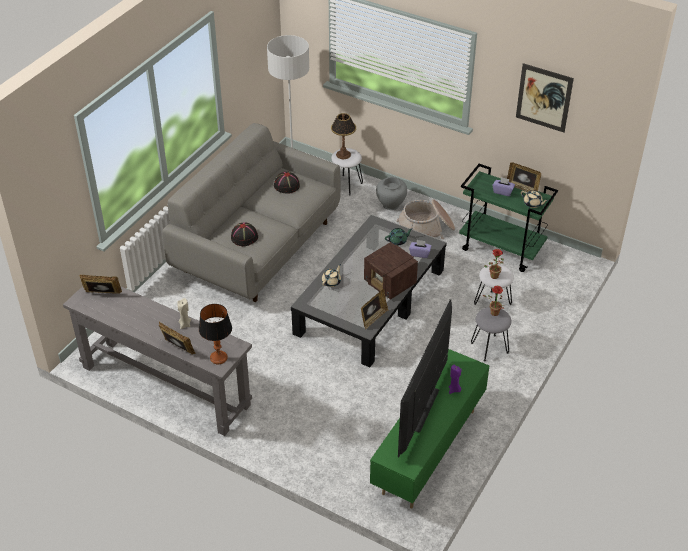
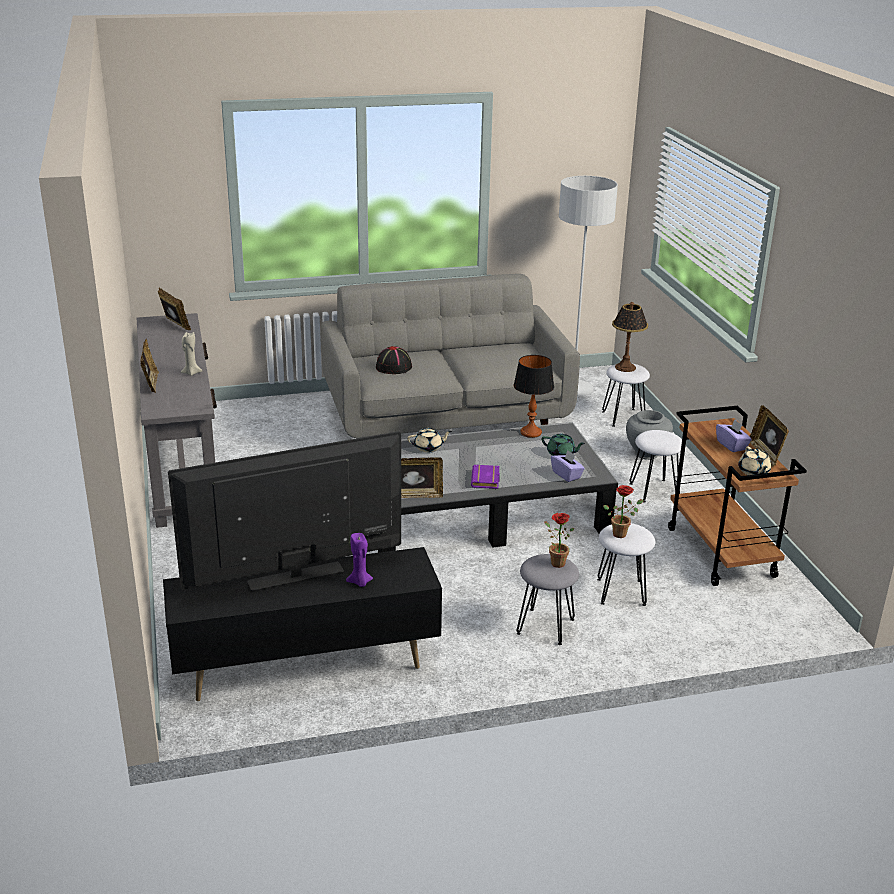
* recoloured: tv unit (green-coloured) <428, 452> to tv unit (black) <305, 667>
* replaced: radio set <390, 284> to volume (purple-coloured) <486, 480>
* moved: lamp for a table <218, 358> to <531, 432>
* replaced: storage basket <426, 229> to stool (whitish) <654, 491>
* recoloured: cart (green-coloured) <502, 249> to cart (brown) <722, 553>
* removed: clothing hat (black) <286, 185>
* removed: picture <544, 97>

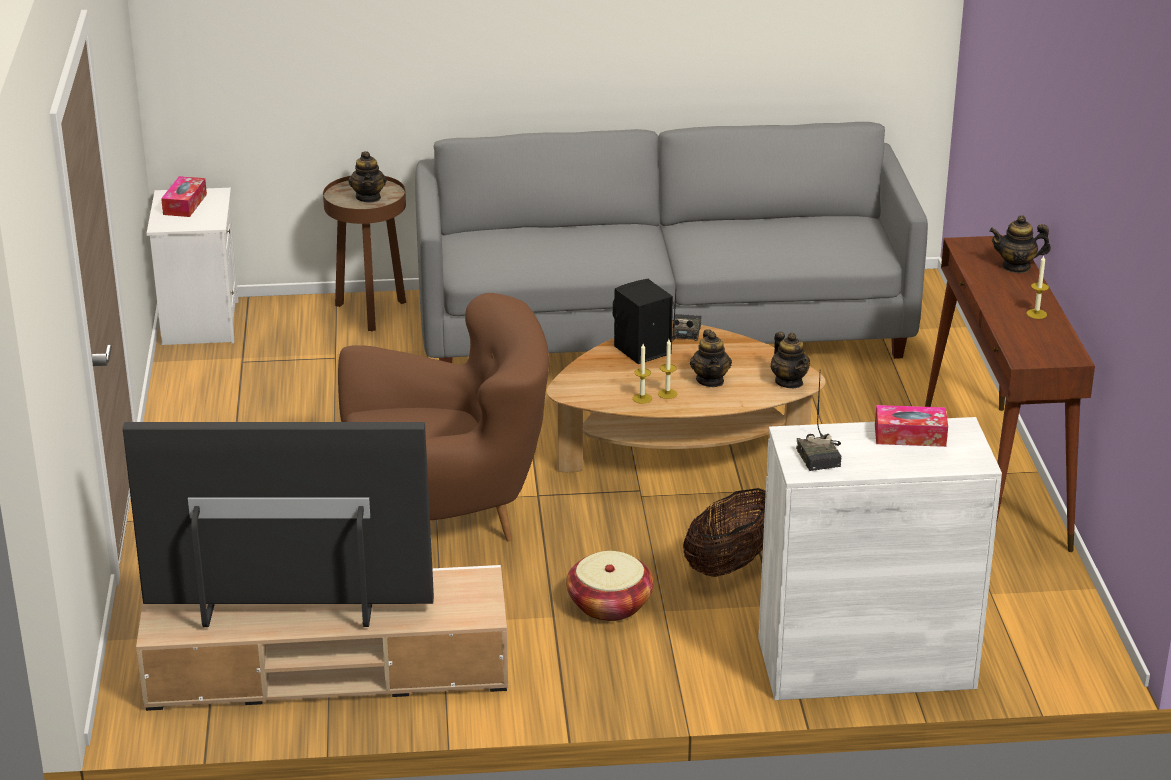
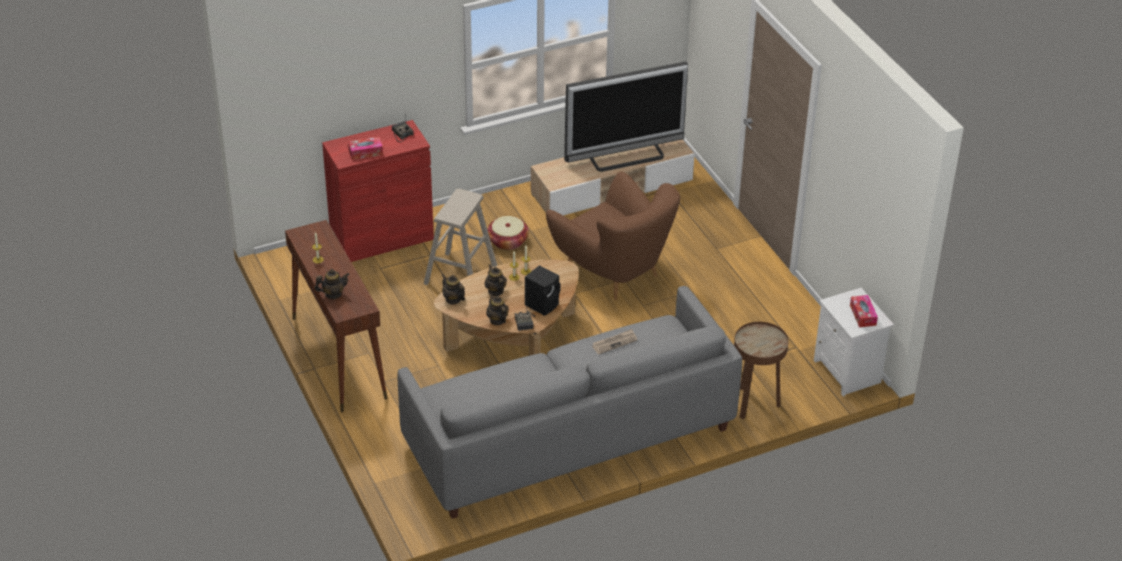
* recoloured: cupboard (whitish) <866, 663> to cupboard (reddish) <382, 238>
* replaced: storage basket <731, 563> to stool (beige-coloured) <460, 275>
* moved: pot for tea <368, 197> to <497, 320>
* turned: lounge chair (brown) <443, 514> = <614, 271> 105 degrees counterclockwise
* added: daily paper <614, 342>

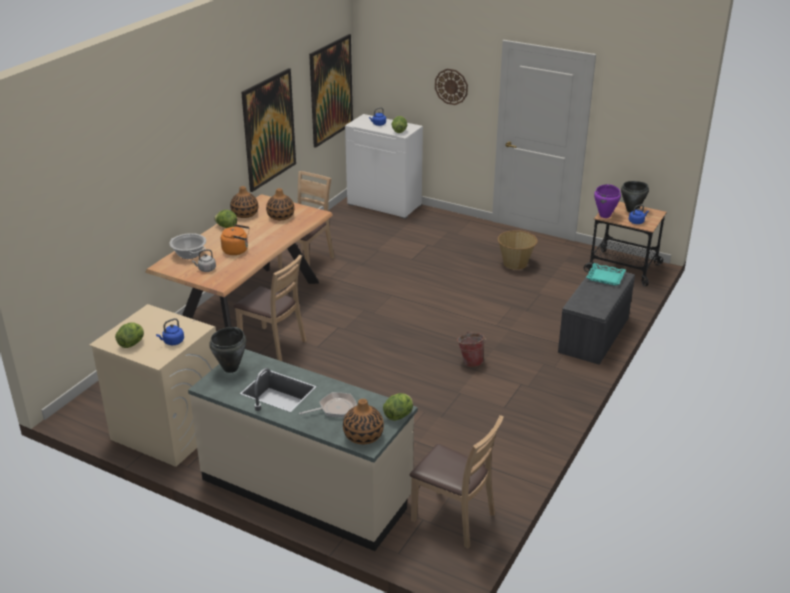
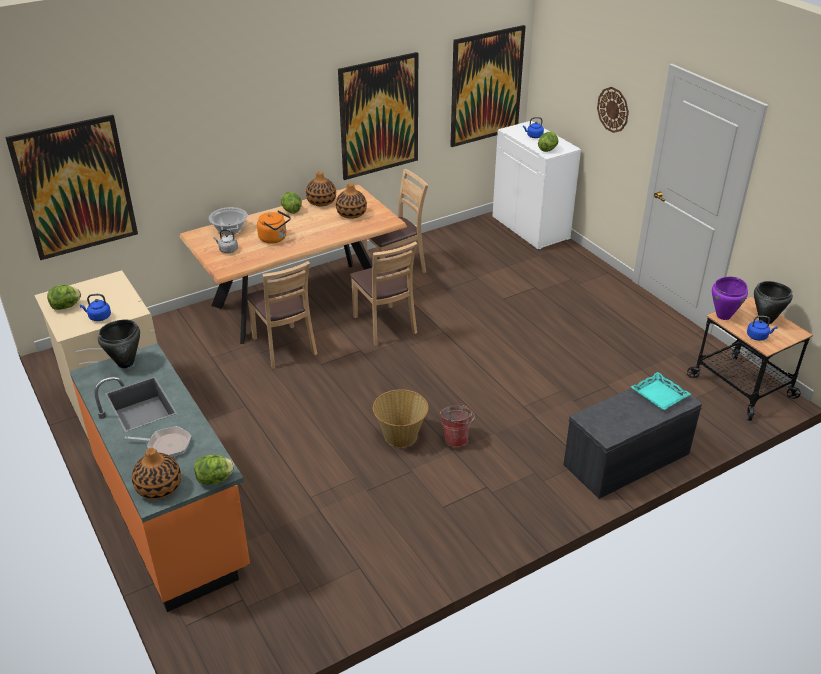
* added: picture <75, 188>
* recoloured: counter (beige-coloured) <307, 489> to counter (orange) <171, 514>
* moved: upright chair (brown) <453, 518> to <384, 325>
* moved: storage basket <515, 264> to <400, 436>

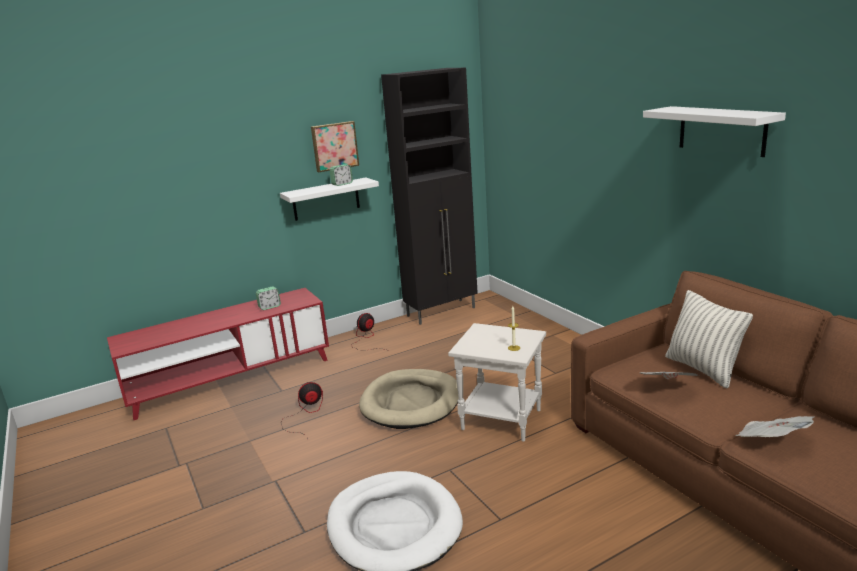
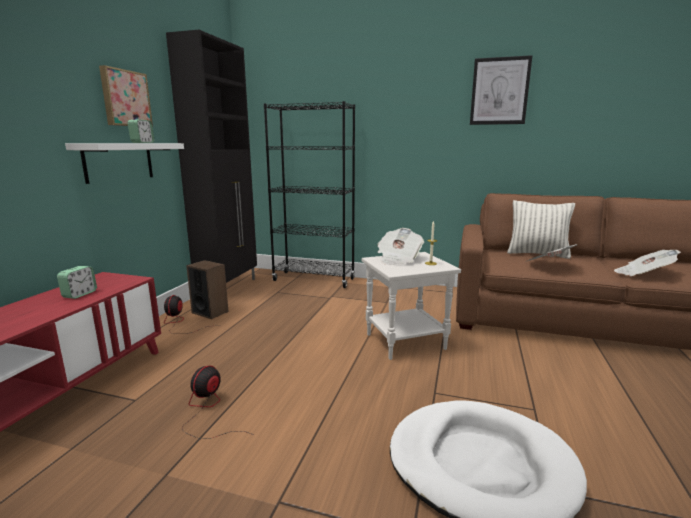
* added: audio speaker <210, 312>
* added: shelving unit (black) <314, 280>
* added: daily paper <398, 259>
* replaced: wall shelf (whitish) <721, 130> to picture <499, 91>
* removed: dog cushion (beige-coloured) <411, 402>

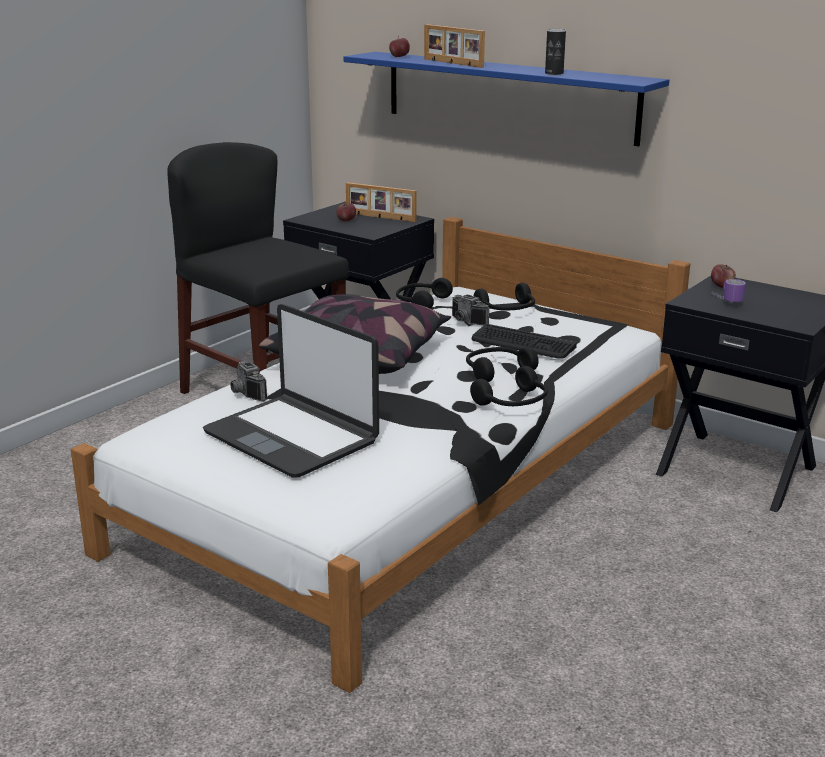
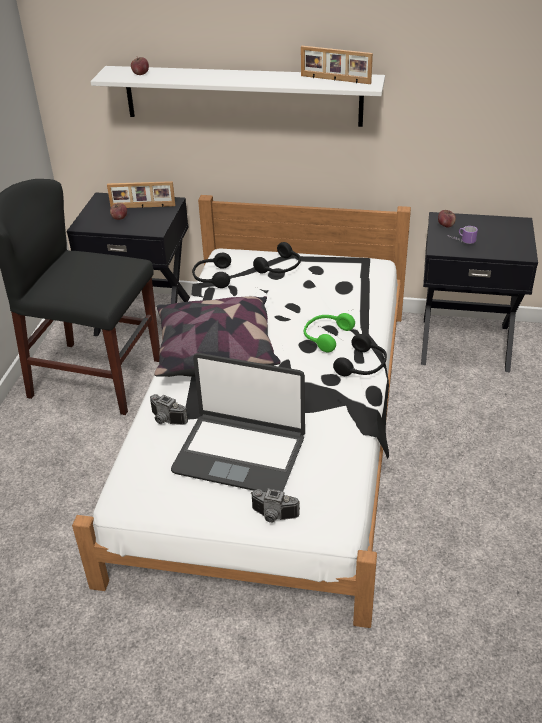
* recoloured: wall shelf (bluish) <508, 96> to wall shelf (whitish) <242, 96>
* moved: photo camera <465, 322> to <273, 517>
* moved: picture frame <452, 63> to <335, 80>
* recoloured: pair of headphones (black) <496, 371> to pair of headphones (green-coloured) <325, 336>
* removed: computer keyboard <522, 343>
* removed: sealed can <554, 73>

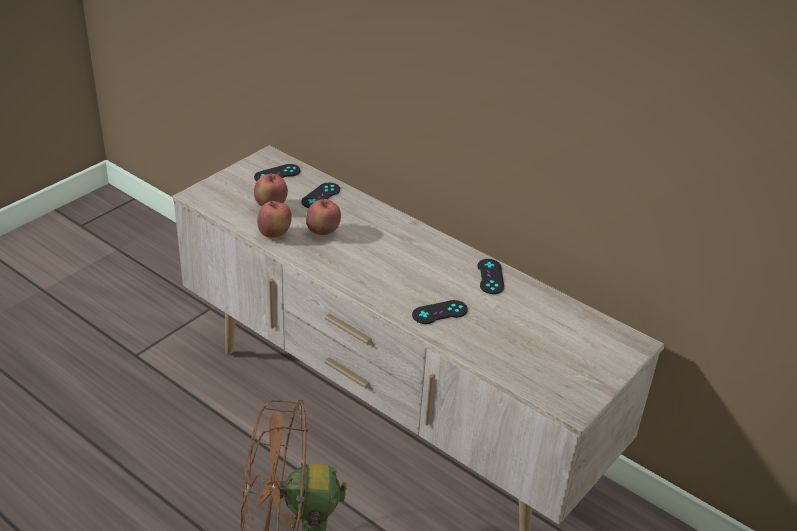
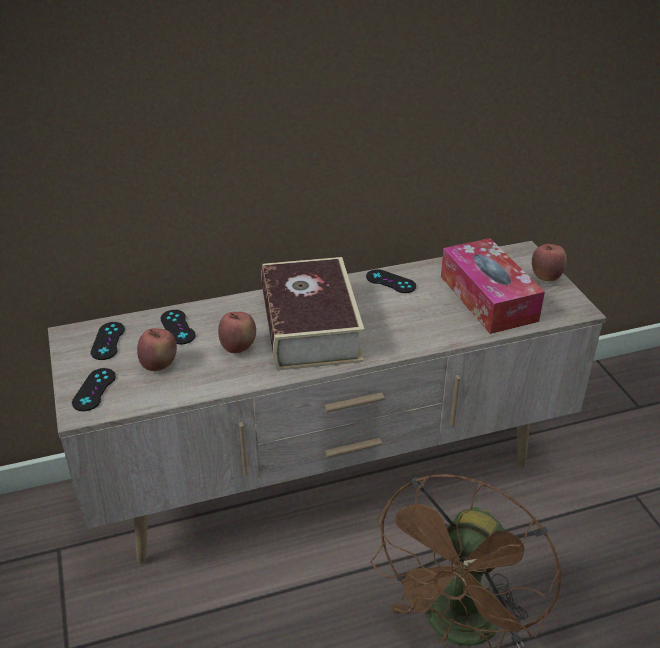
* moved: game controller (black) <439, 312> to <94, 390>
* added: volume <310, 326>
* added: box of tissues <488, 298>
* moved: apple <274, 234> to <546, 277>

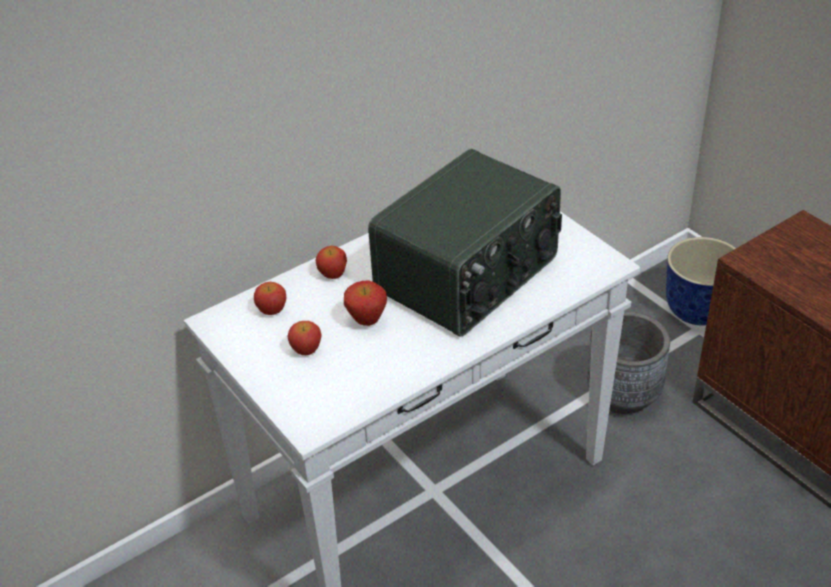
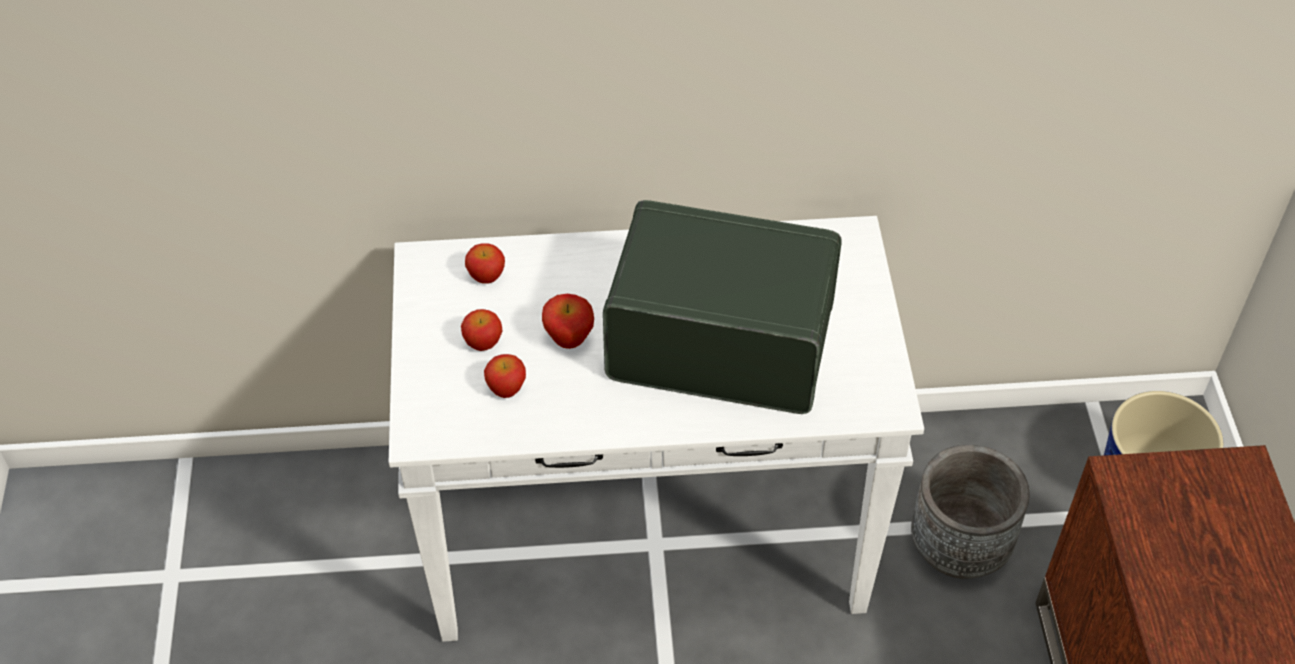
* moved: apple <332, 274> to <506, 388>
* turned: radio set <469, 276> = <721, 340> 150 degrees counterclockwise

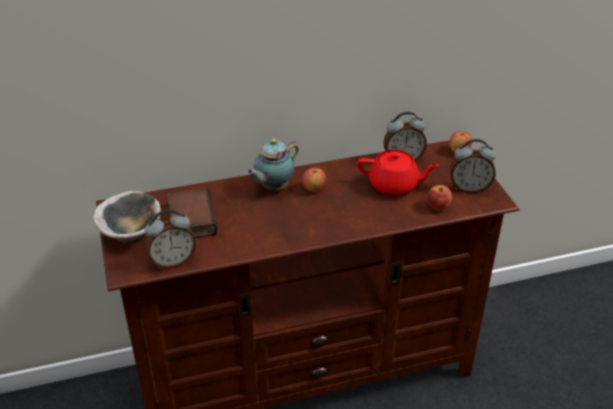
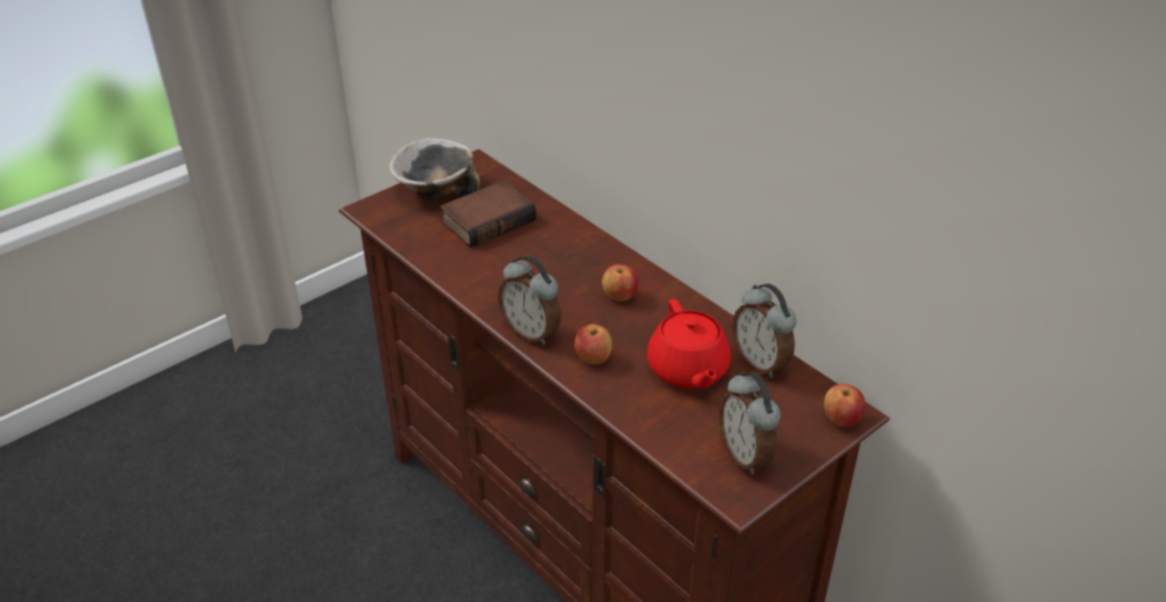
* moved: bedside clock <172, 261> to <532, 332>
* moved: apple <438, 207> to <592, 359>
* removed: pot for tea <273, 187>

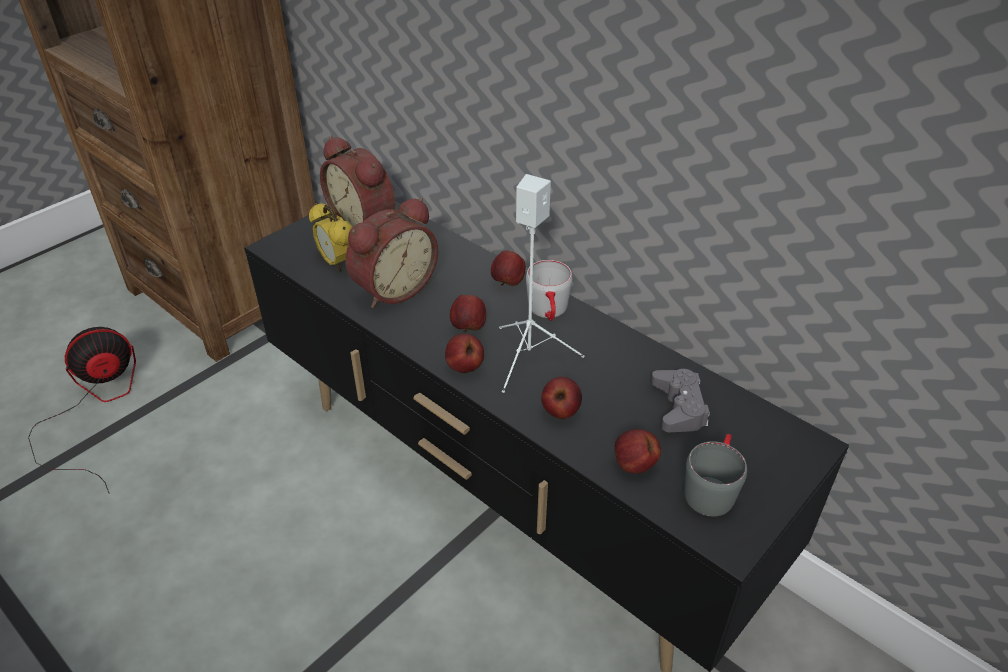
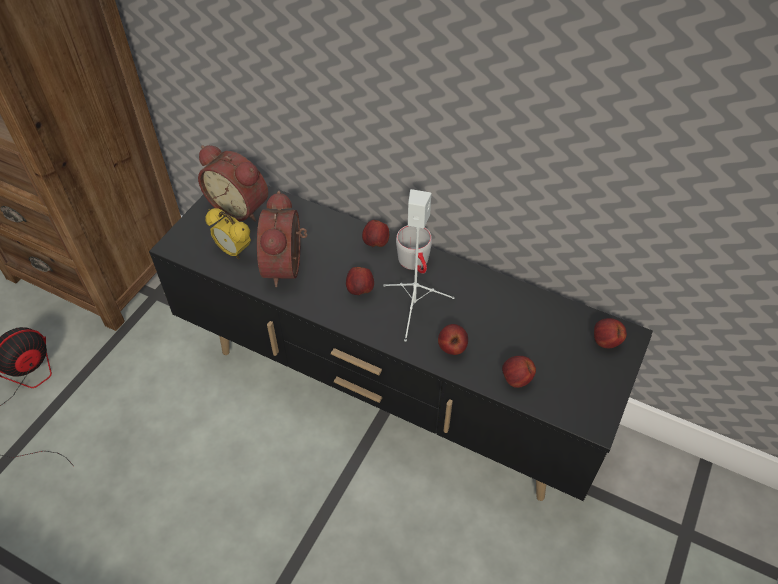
* turned: bedside clock <392, 288> = <288, 266> 150 degrees clockwise
* moved: apple <464, 367> to <605, 342>
* removed: game controller (gray) <679, 407>
* removed: coffee mug (gray) <711, 487>

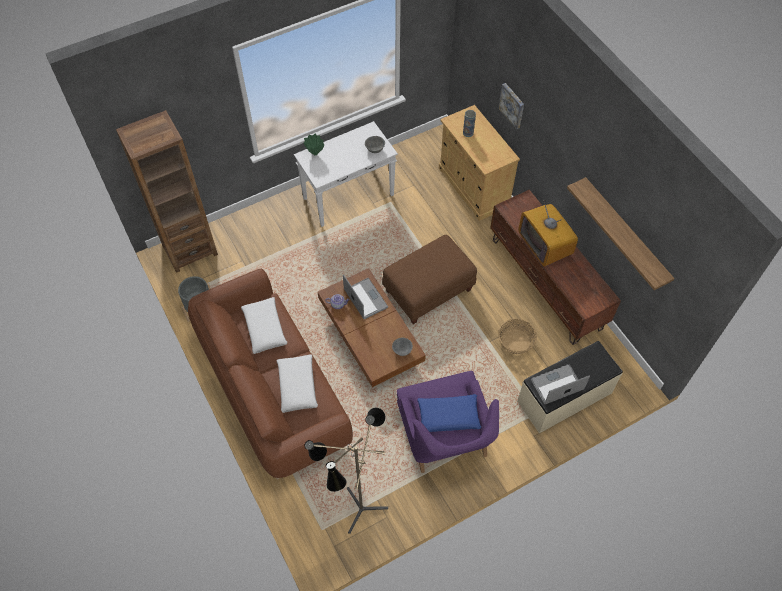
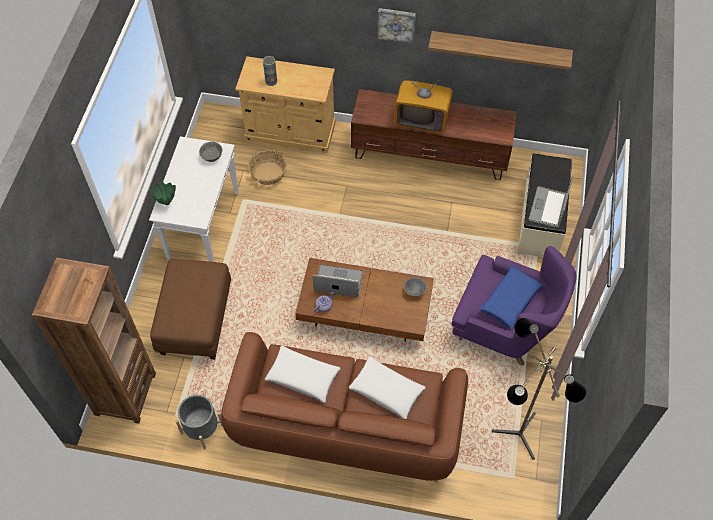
* moved: footrest (brown) <428, 291> to <196, 321>
* moved: storage basket <516, 341> to <268, 173>
* moved: picture <512, 105> to <396, 24>

